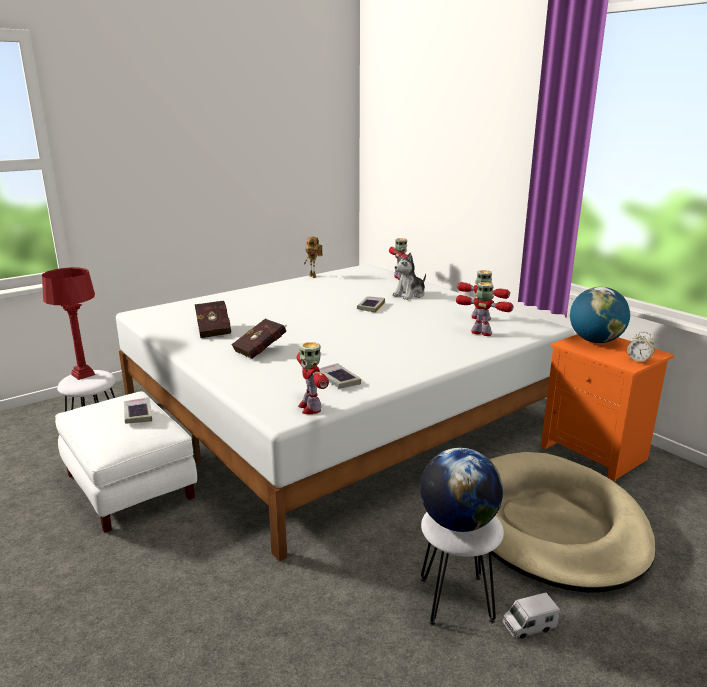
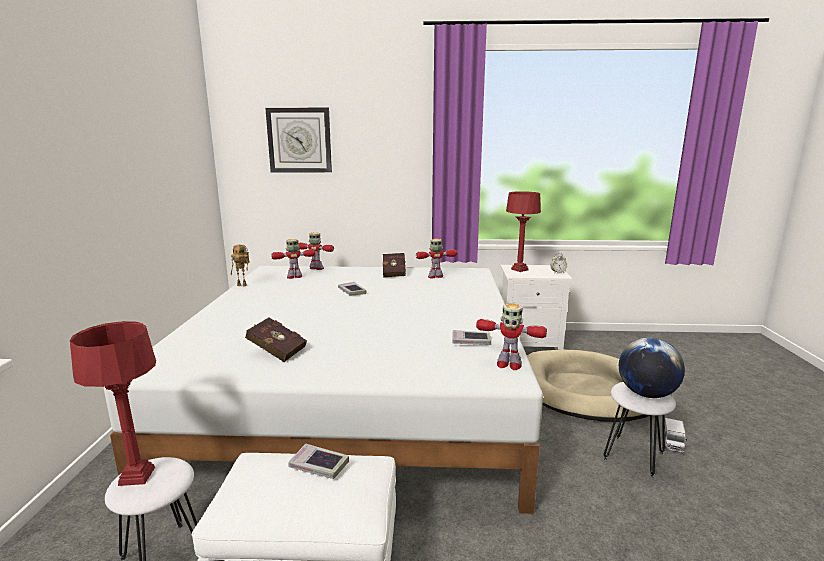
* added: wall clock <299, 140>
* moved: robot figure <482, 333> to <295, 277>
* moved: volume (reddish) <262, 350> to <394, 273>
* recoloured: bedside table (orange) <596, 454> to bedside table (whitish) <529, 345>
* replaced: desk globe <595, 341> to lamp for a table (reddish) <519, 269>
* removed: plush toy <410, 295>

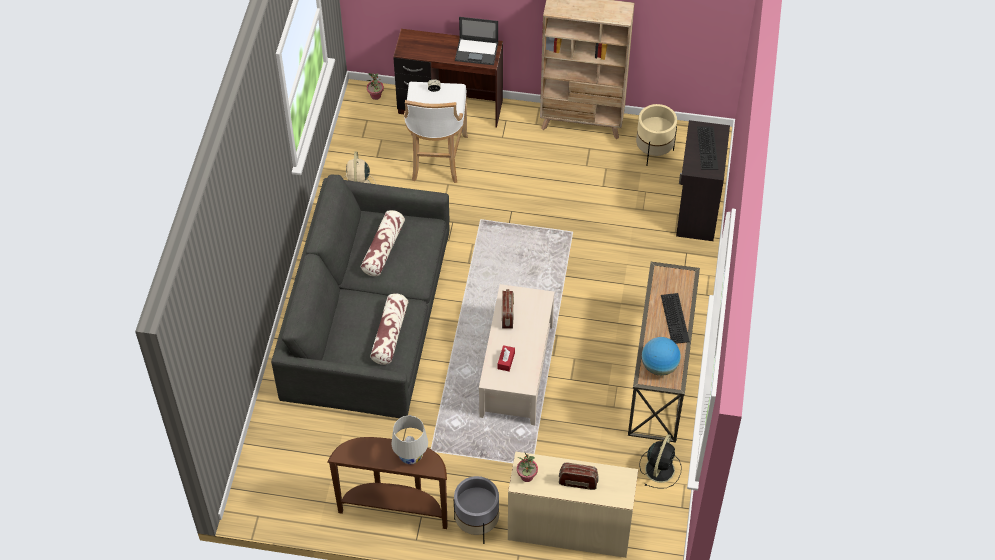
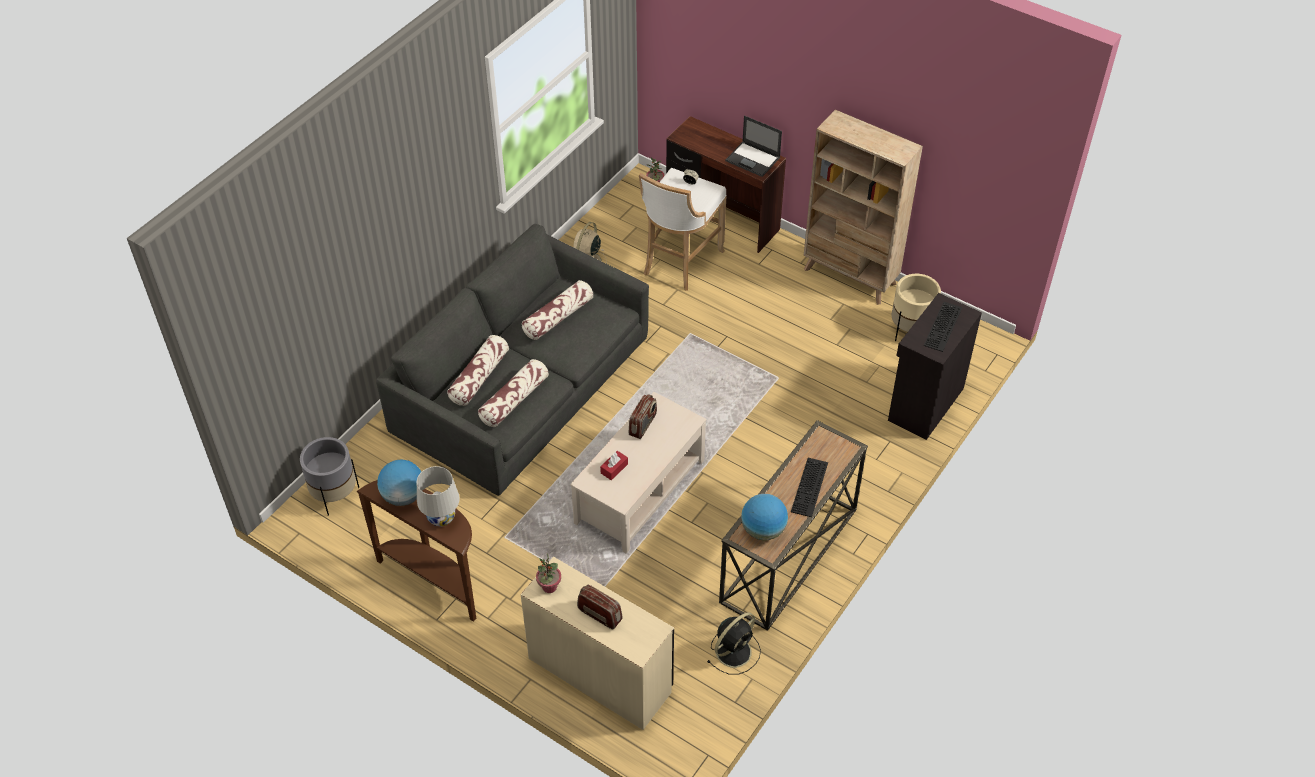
* moved: flower pot (gray) <476, 524> to <334, 495>
* added: desk globe <403, 496>
* added: cushion <479, 377>

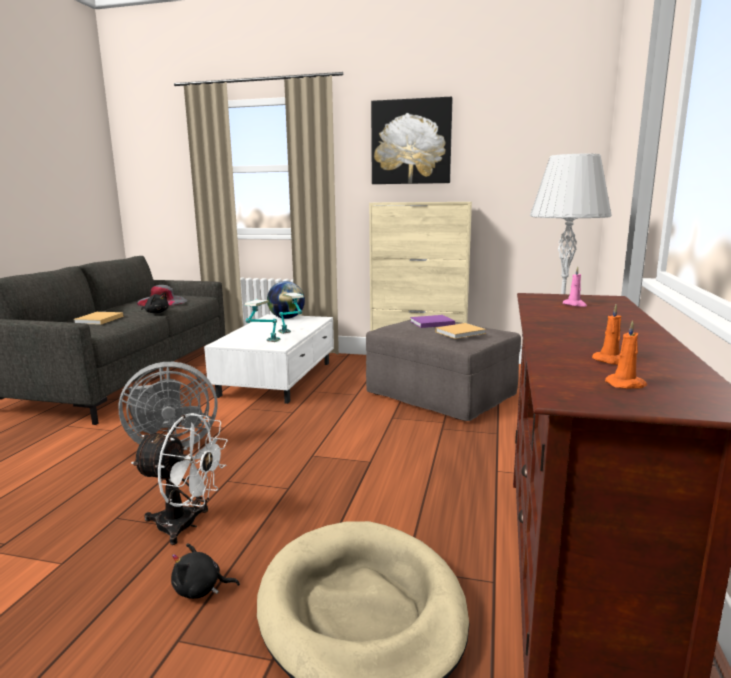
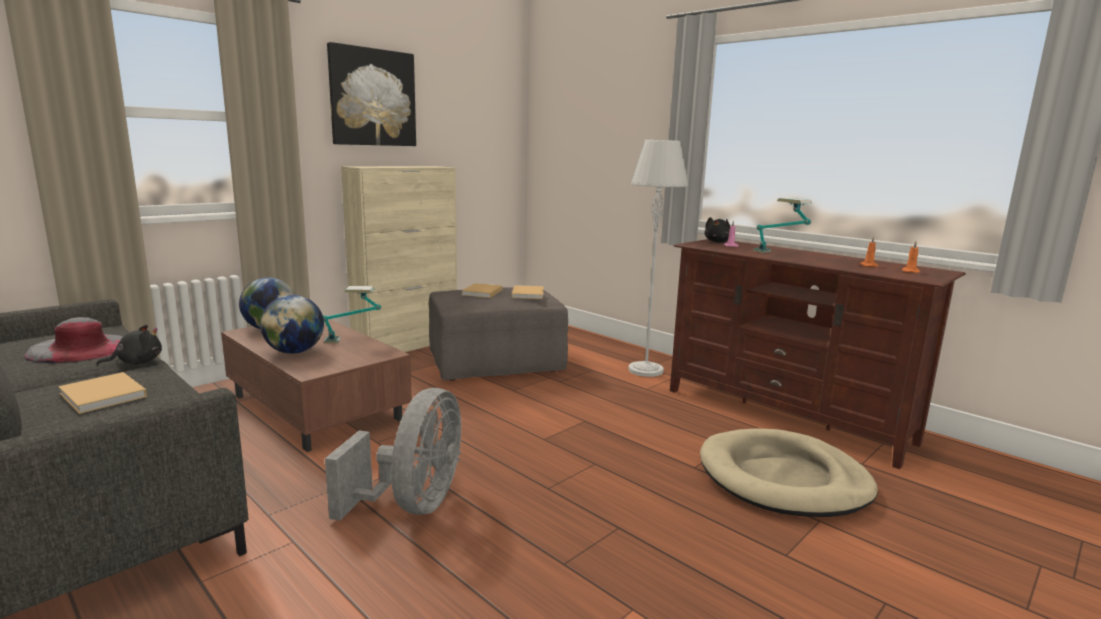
* recoloured: coffee table (whitish) <278, 378> to coffee table (brown) <316, 406>
* added: desk globe <295, 352>
* recoloured: volume (purple-coloured) <430, 323> to volume (beige-coloured) <481, 292>
* moved: plush toy (black) <201, 589> to <718, 242>
* moved: lamp for a table <263, 344> to <779, 254>
* removed: cooling fan (whitish) <186, 525>

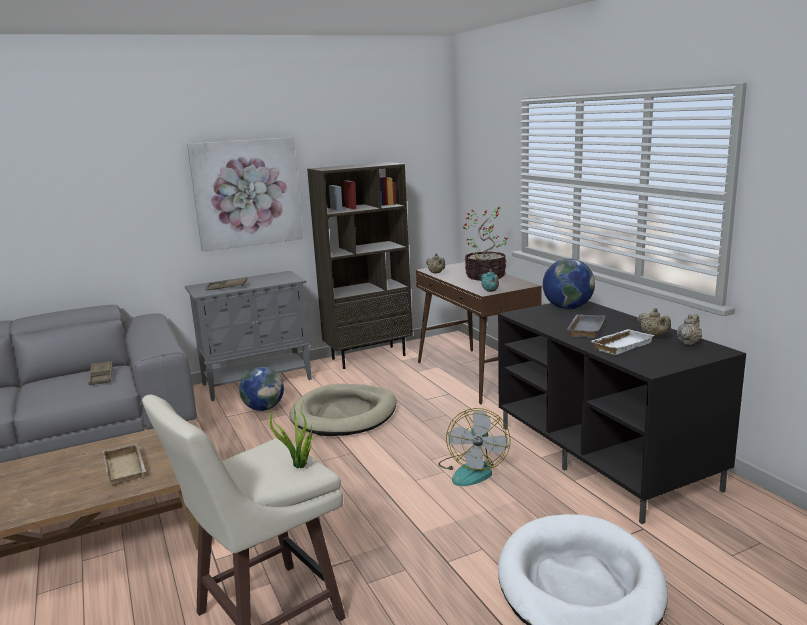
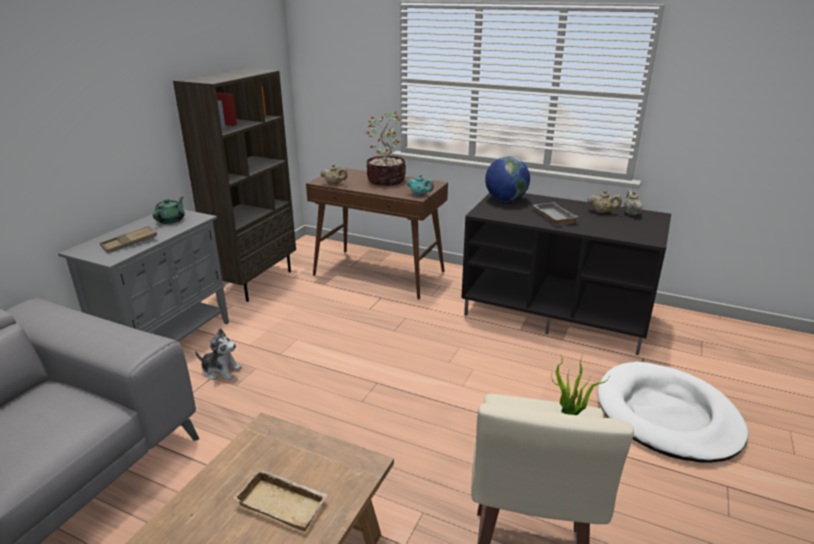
* added: pot for tea (green-coloured) <171, 220>
* replaced: desk globe <264, 408> to plush toy <221, 371>
* removed: tray (brown) <101, 376>
* removed: picture <247, 193>
* removed: dog cushion (beige-coloured) <344, 414>
* removed: cooling fan <472, 470>
* removed: tray (whitish) <620, 345>

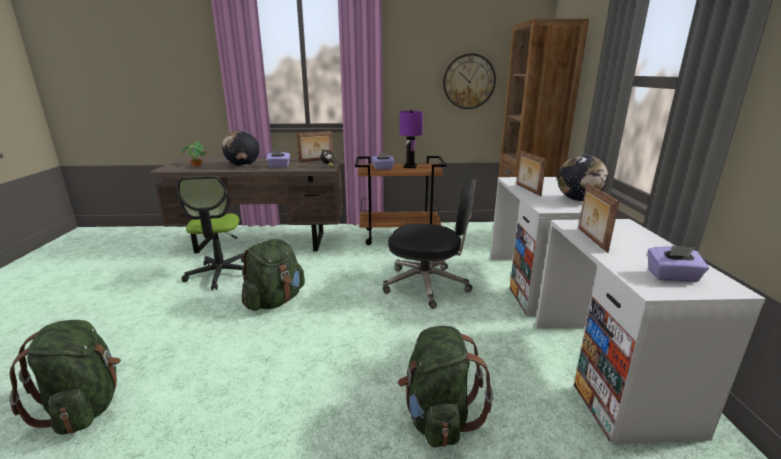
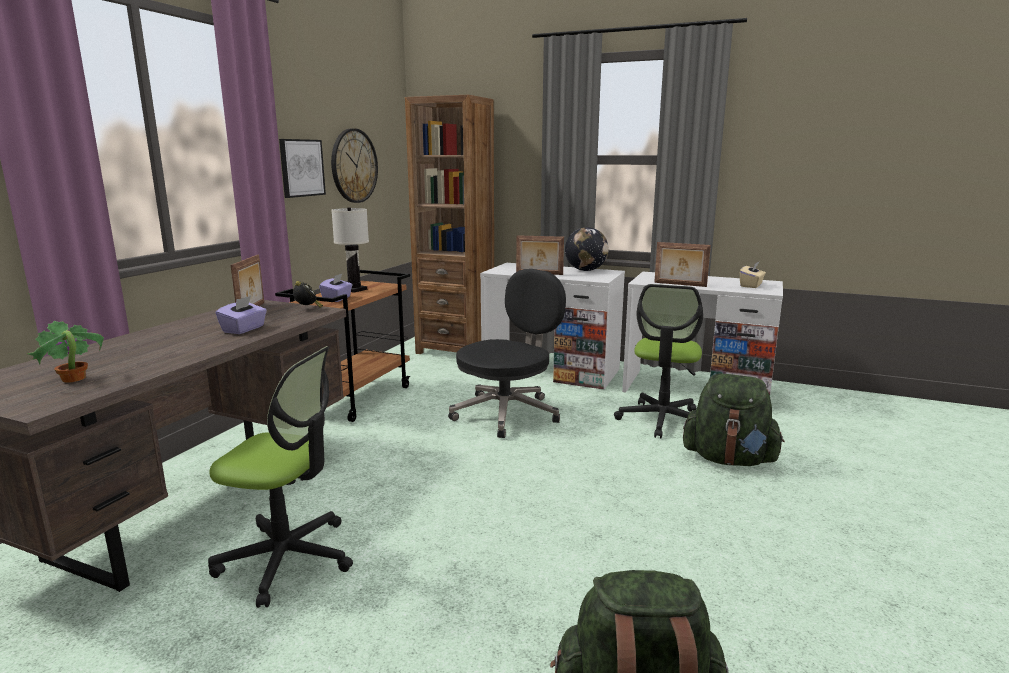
* added: picture <301, 168>
* recoloured: lamp for a table (purple-coloured) <410, 166> to lamp for a table (whitish) <354, 290>
* added: office chair <662, 420>
* recoloured: box of tissues (purple-coloured) <672, 277> to box of tissues (beige-coloured) <751, 285>
* removed: desk globe <243, 165>
* removed: backpack (green-coloured) <275, 301>

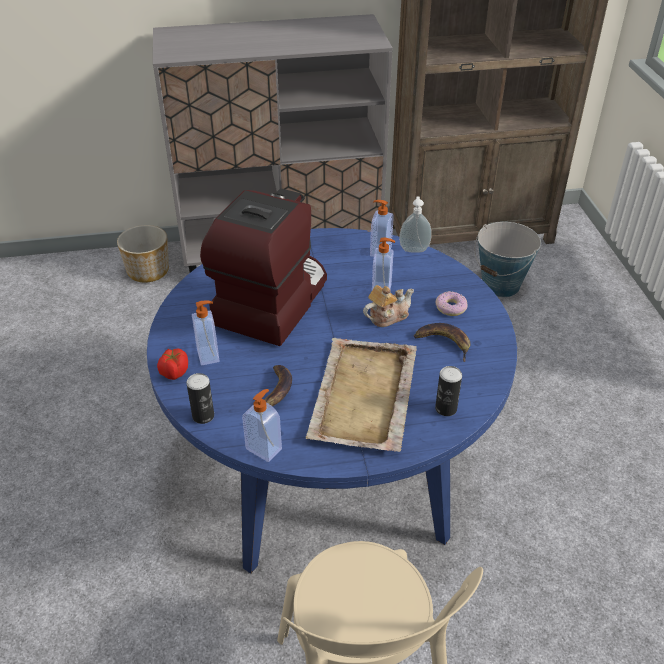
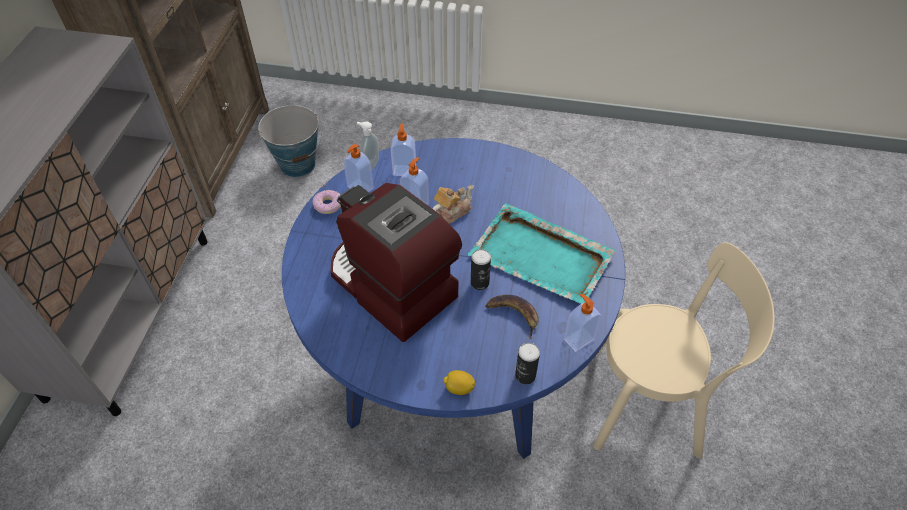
* moved: doughnut <450, 308> to <328, 205>
* moved: liquid soap bottle <209, 355> to <404, 170>
* turned: pot for tea <387, 316> = <452, 211> 60 degrees clockwise
* replaced: tomato <174, 373> to whole lemon <459, 388>
* recoloured: tray (beige-coloured) <363, 397> to tray (turquoise-coloured) <542, 257>
* moved: sealed can <446, 408> to <479, 282>
* removed: flower pot <147, 271>
* removed: banana <444, 343>

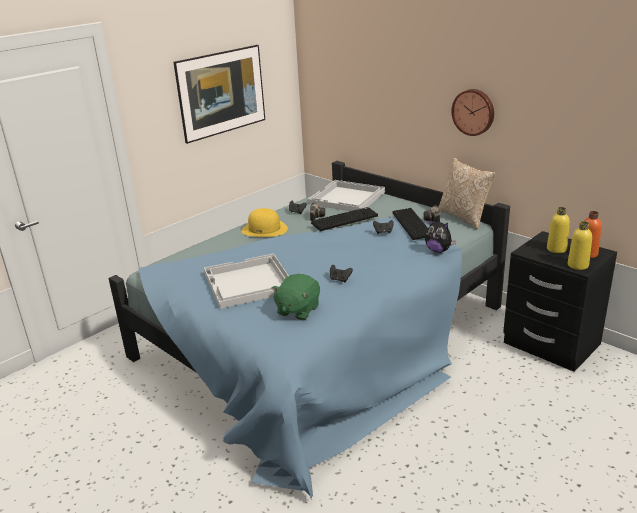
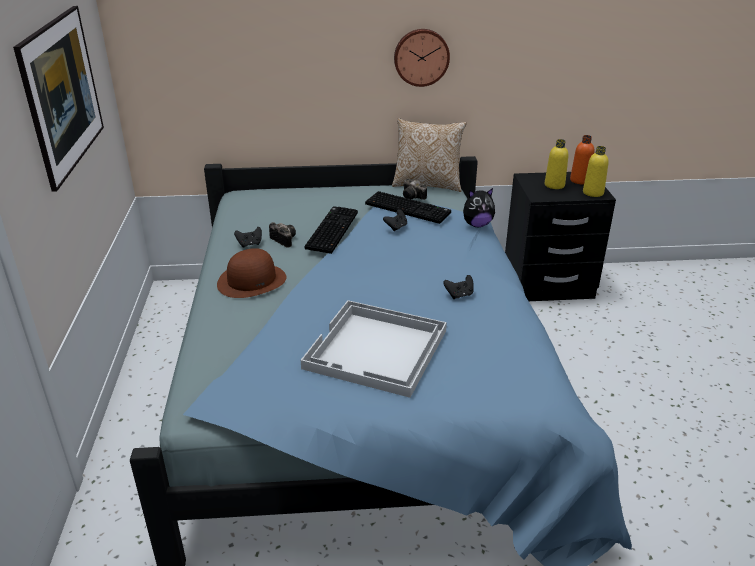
* recoloured: clothing hat (yellow-coloured) <264, 229> to clothing hat (brown) <252, 280>
* removed: plush toy (green-coloured) <297, 310>
* removed: tray (whitish) <347, 198>

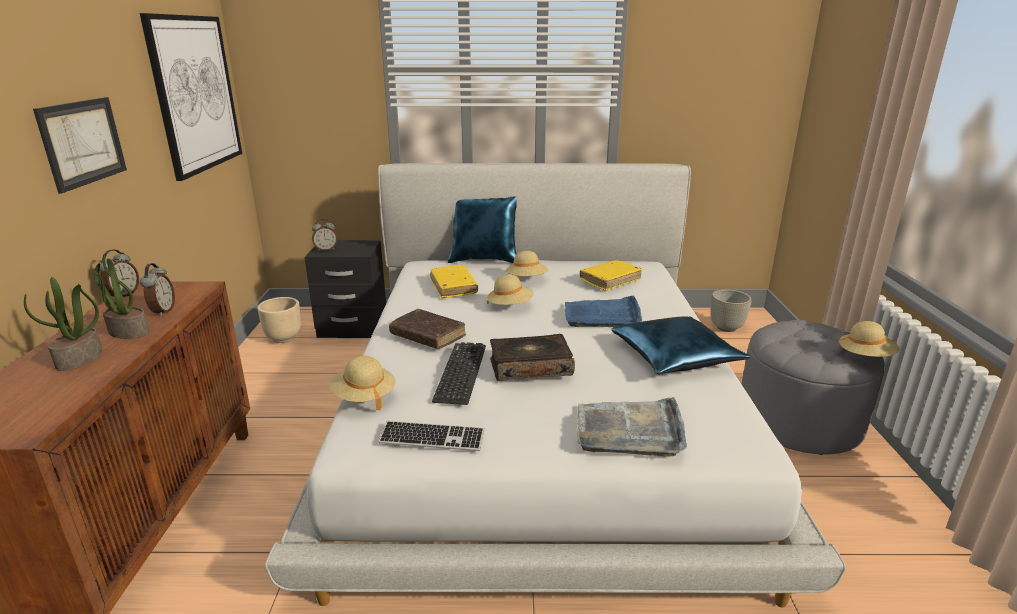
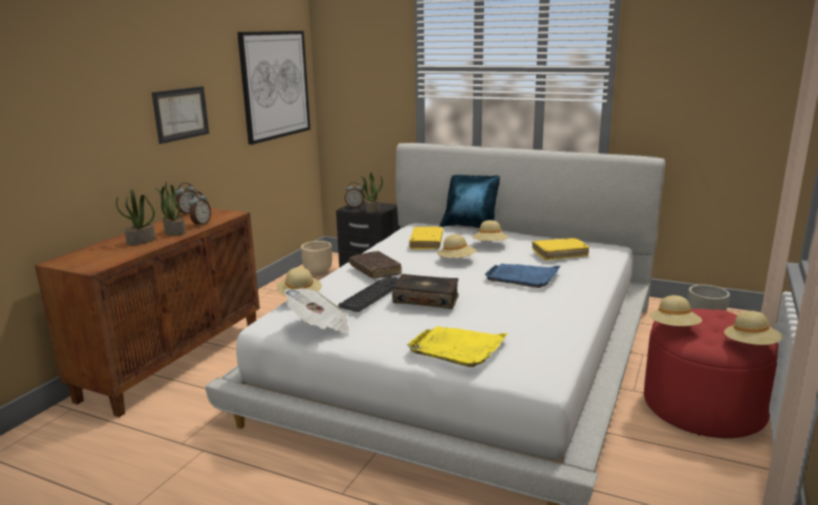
* replaced: computer keyboard <432, 438> to daily paper <320, 326>
* added: plant in a pot <372, 210>
* recoloured: tray (gray) <629, 430> to tray (yellow-coloured) <457, 348>
* recoloured: footrest (gray) <799, 420> to footrest (reddish) <703, 406>
* added: clothing hat (beige-coloured) <674, 328>
* removed: cushion (bluish) <675, 356>

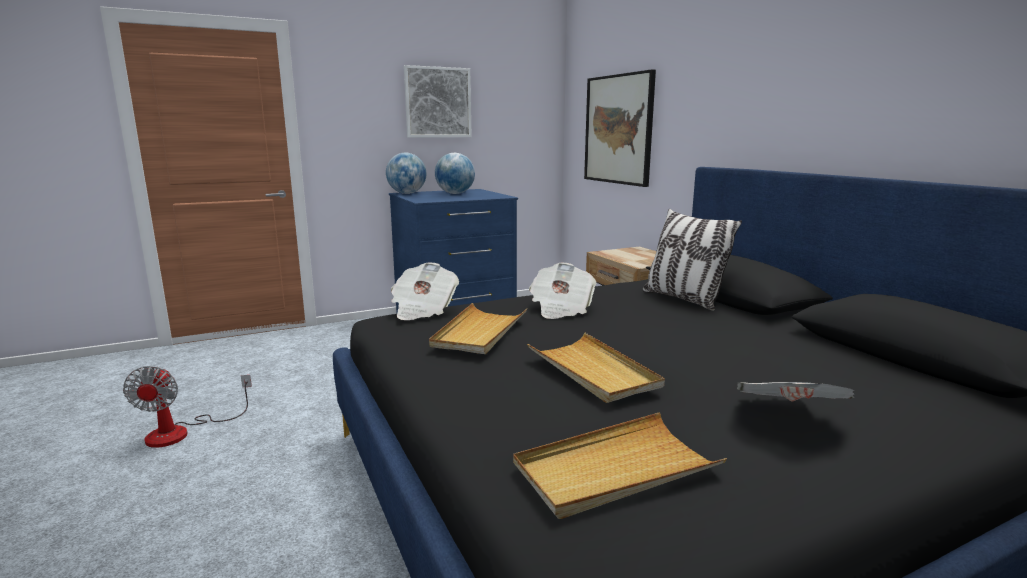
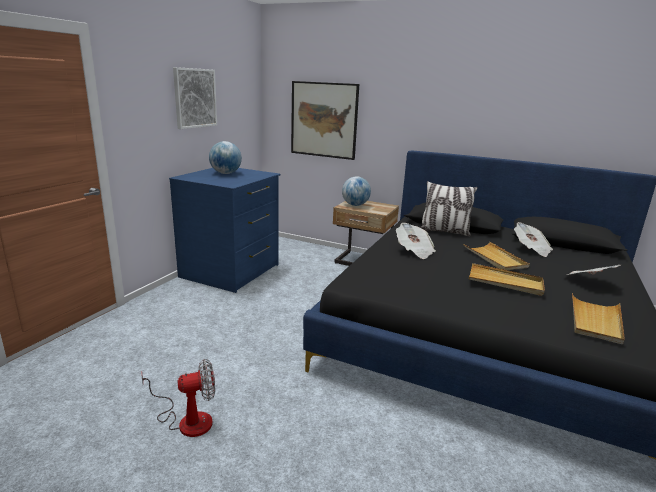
* turned: cooling fan <182, 432> = <187, 419> 60 degrees counterclockwise
* moved: desk globe <407, 193> to <355, 205>
* moved: tray (beige-coloured) <479, 332> to <495, 258>
* moved: daily paper <423, 310> to <531, 249>

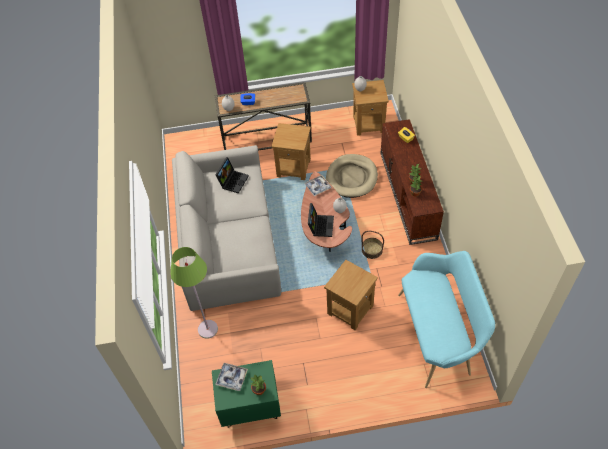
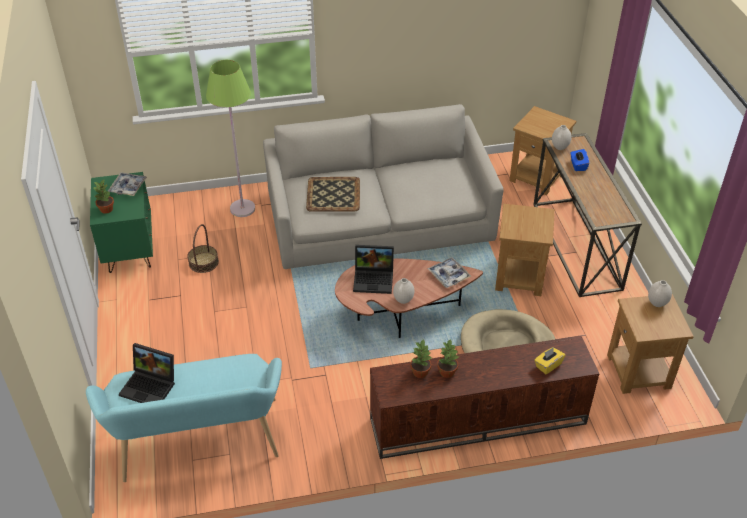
* moved: laptop <233, 180> to <151, 386>
* moved: storage basket <372, 250> to <203, 262>
* added: tray <333, 194>
* moved: end table (brown) <350, 309> to <537, 177>

